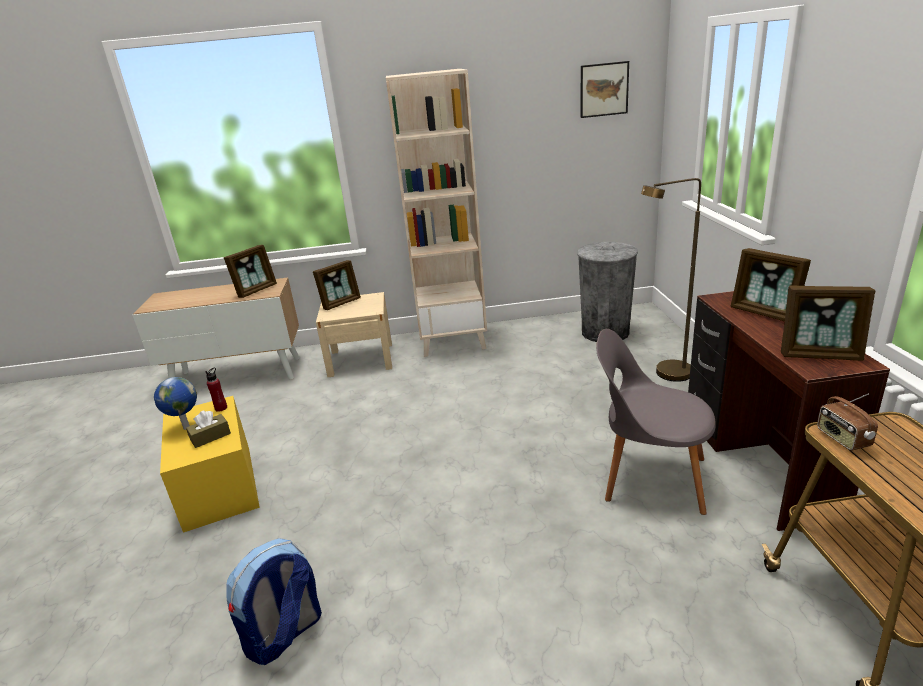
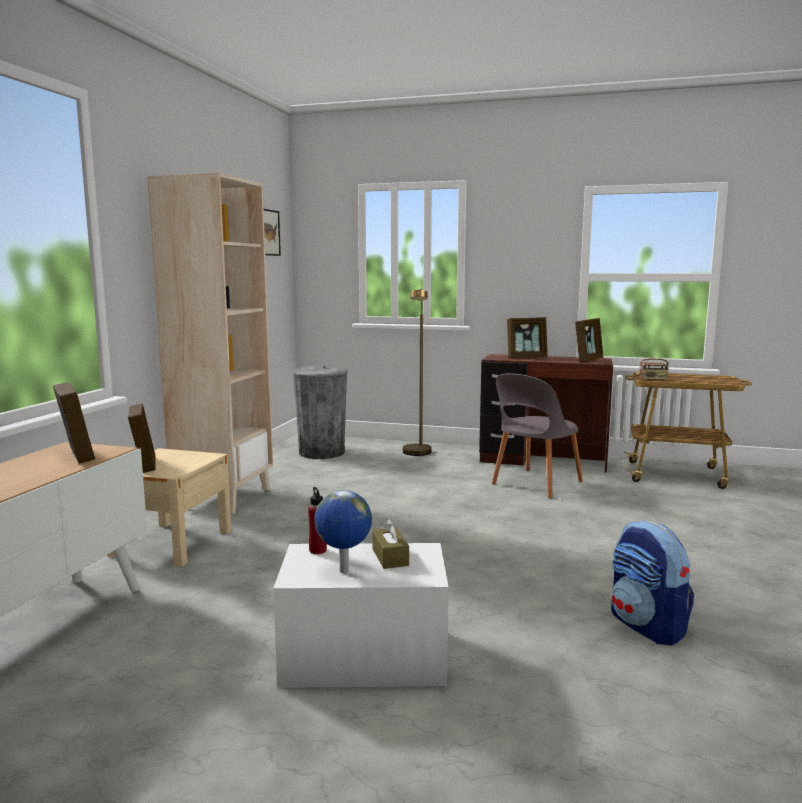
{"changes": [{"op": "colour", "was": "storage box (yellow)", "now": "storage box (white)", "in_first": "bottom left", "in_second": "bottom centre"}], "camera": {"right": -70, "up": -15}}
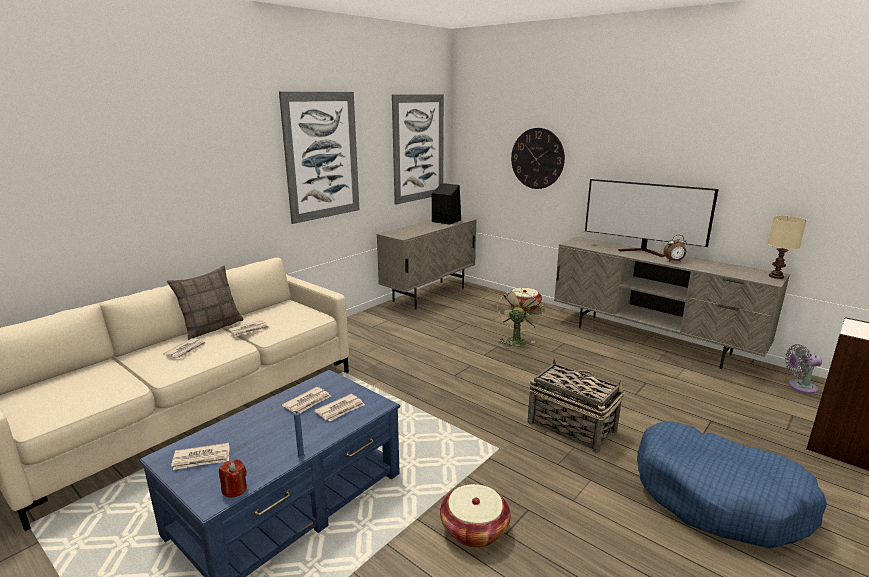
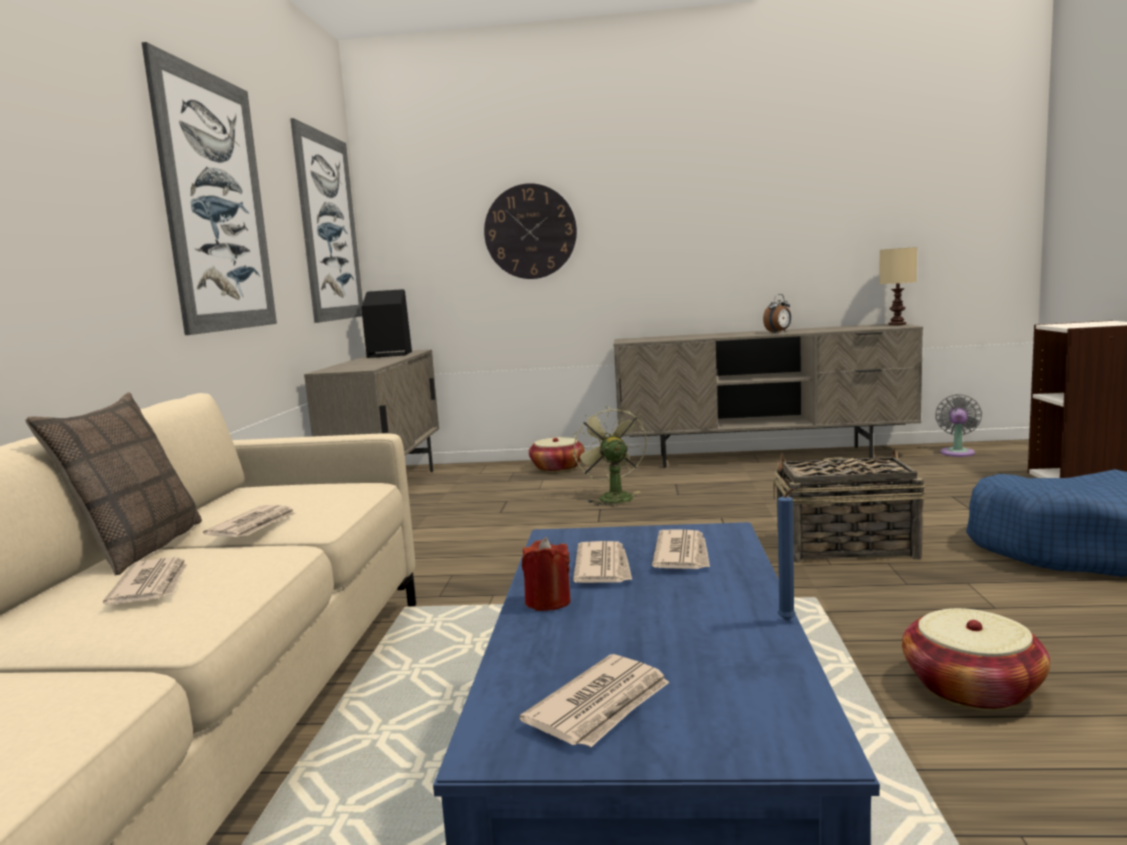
{"changes": [{"op": "relocated", "was": "candle (red)", "in_first": "bottom left", "in_second": "bottom centre"}, {"op": "spun", "was": "fan (grey)", "in_first": "middle right", "in_second": "middle right", "clockwise": 150}, {"op": "missing", "was": "television", "in_first": "middle right"}], "camera": {"right": -35, "up": -10}}
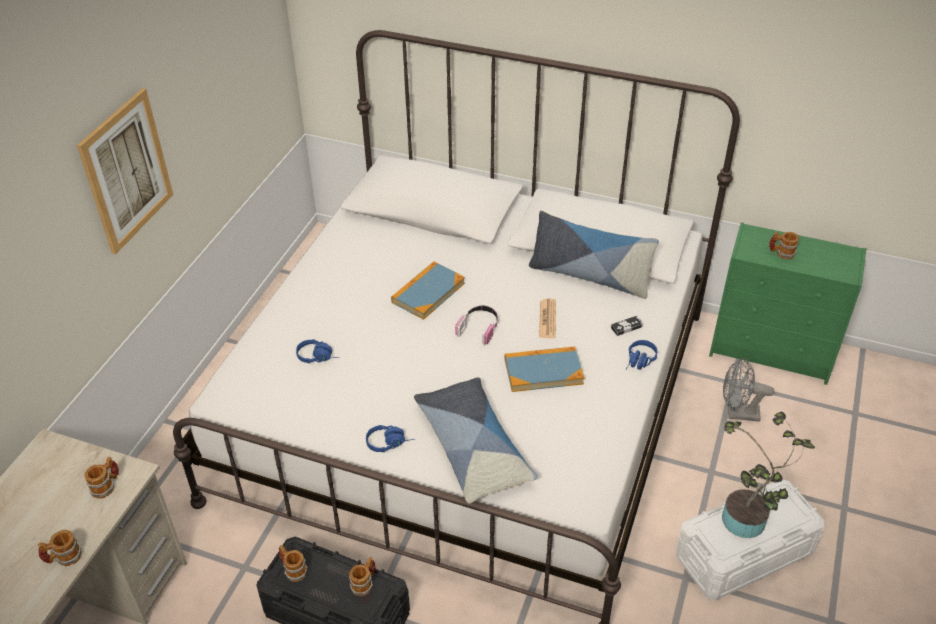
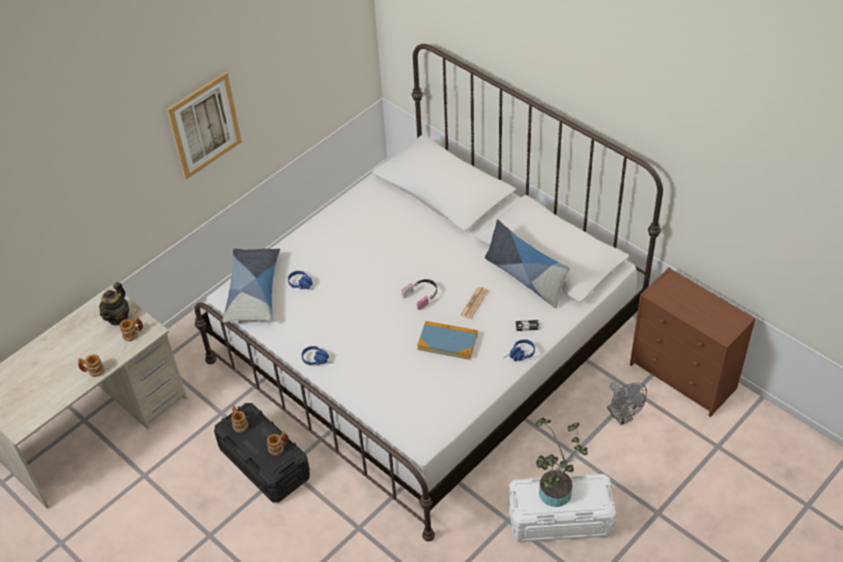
{"changes": [{"op": "appeared", "now": "teapot", "in_second": "middle left"}, {"op": "relocated", "was": "pillow (no. 1 from left)", "in_first": "bottom centre", "in_second": "middle left"}, {"op": "spun", "was": "fan (grey)", "in_first": "middle right", "in_second": "bottom right", "clockwise": -150}, {"op": "colour", "was": "dresser (green)", "now": "dresser (brown)", "in_first": "middle right", "in_second": "middle right"}, {"op": "missing", "was": "book (no. 1 from left)", "in_first": "centre"}, {"op": "missing", "was": "mug (no. 5 from left)", "in_first": "middle right"}], "camera": {"right": 25, "up": 5}}
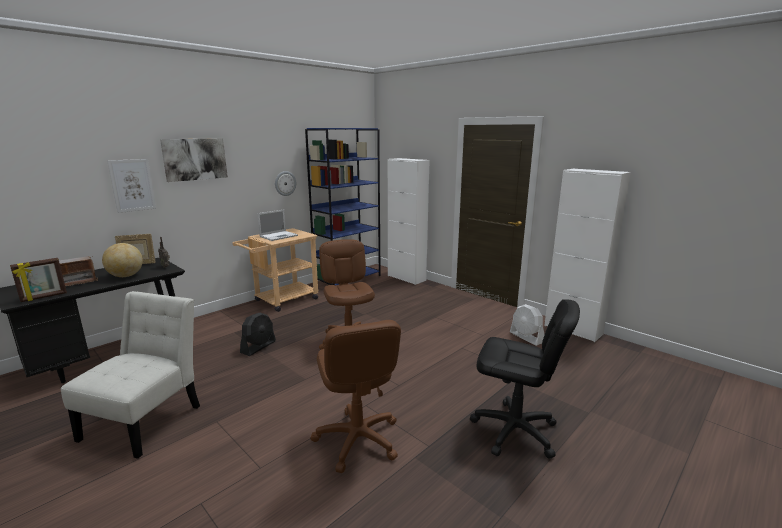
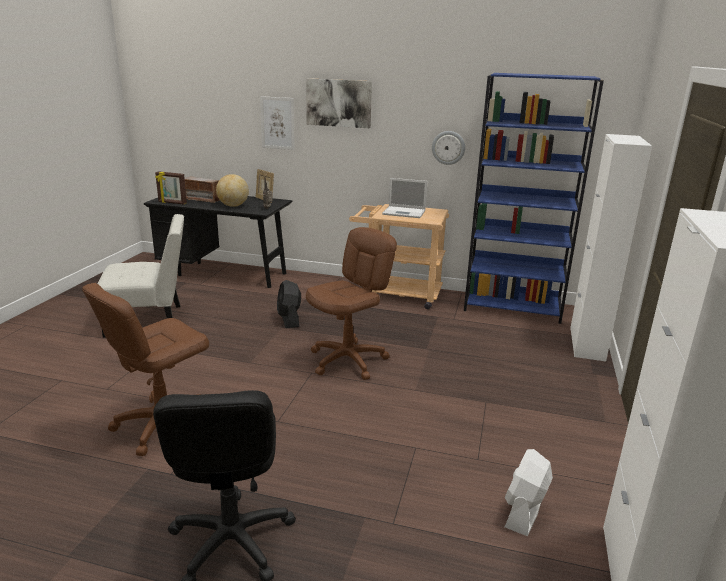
{"changes": [{"op": "spun", "was": "fan (black)", "in_first": "middle left", "in_second": "centre", "clockwise": 75}], "camera": {"right": 60, "up": 5}}
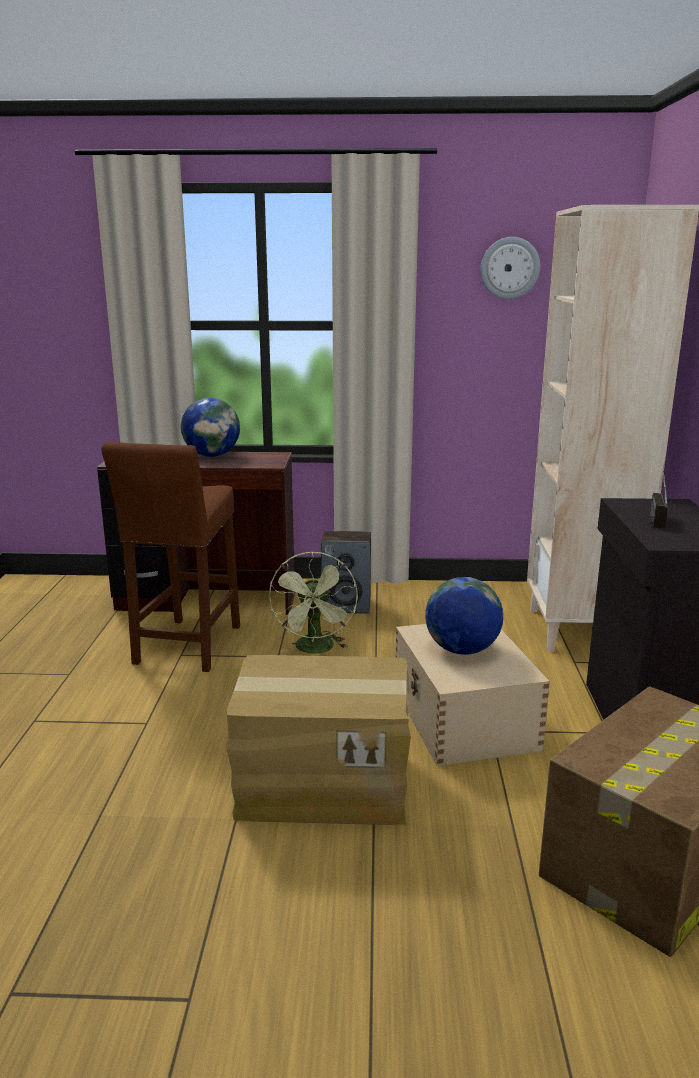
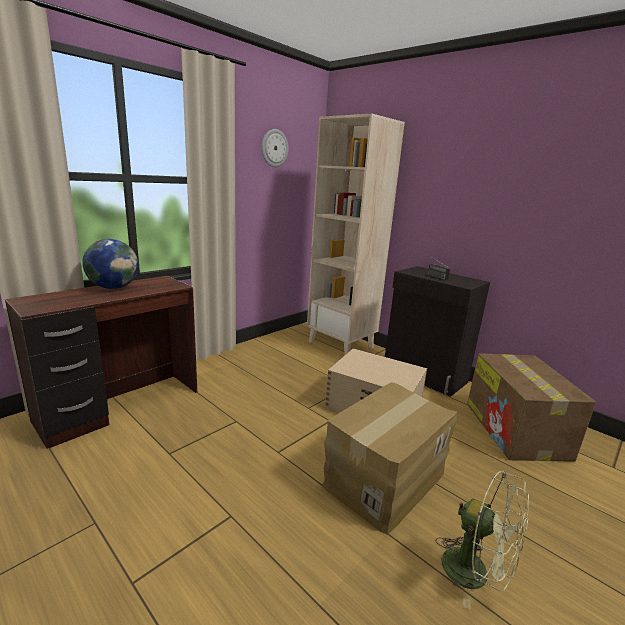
{"changes": [{"op": "relocated", "was": "fan (green)", "in_first": "centre", "in_second": "bottom right"}, {"op": "missing", "was": "stool (brown)", "in_first": "middle left"}, {"op": "missing", "was": "speaker", "in_first": "centre"}, {"op": "missing", "was": "globe (no. 2 from left)", "in_first": "centre"}], "camera": {"right": -50, "up": 0}}
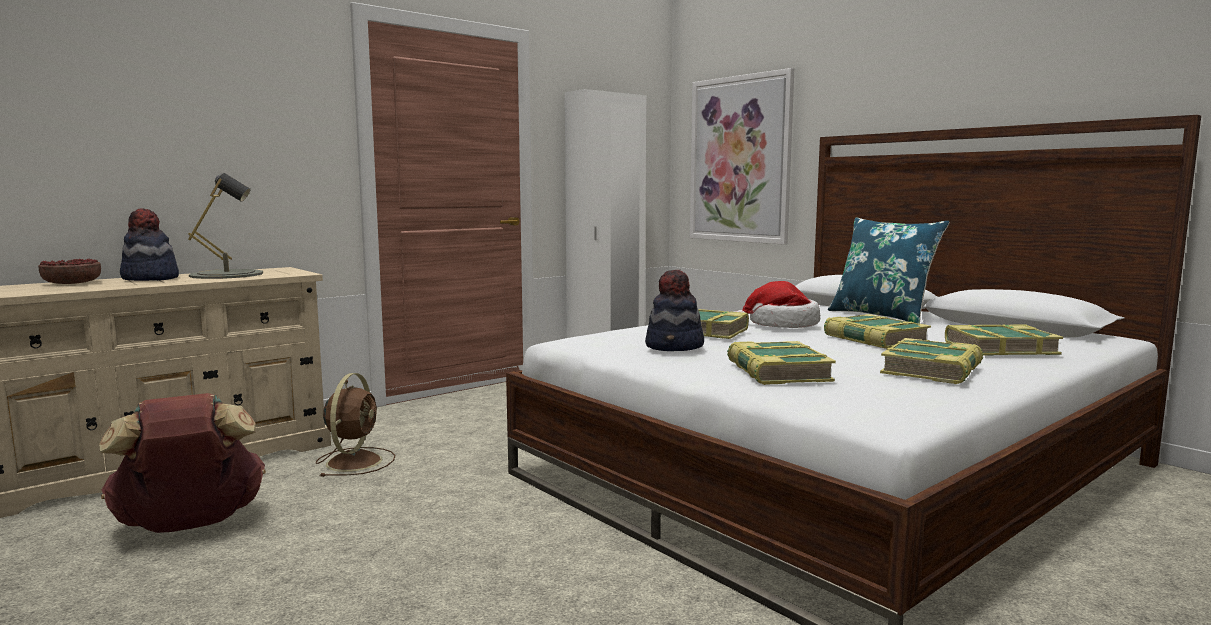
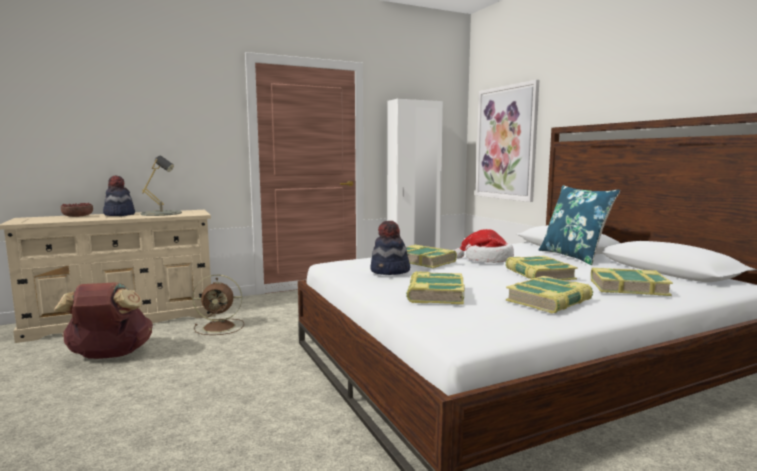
{"changes": [{"op": "spun", "was": "fan (brown)", "in_first": "bottom left", "in_second": "middle left", "clockwise": 60}], "camera": {"right": 15, "up": 0}}
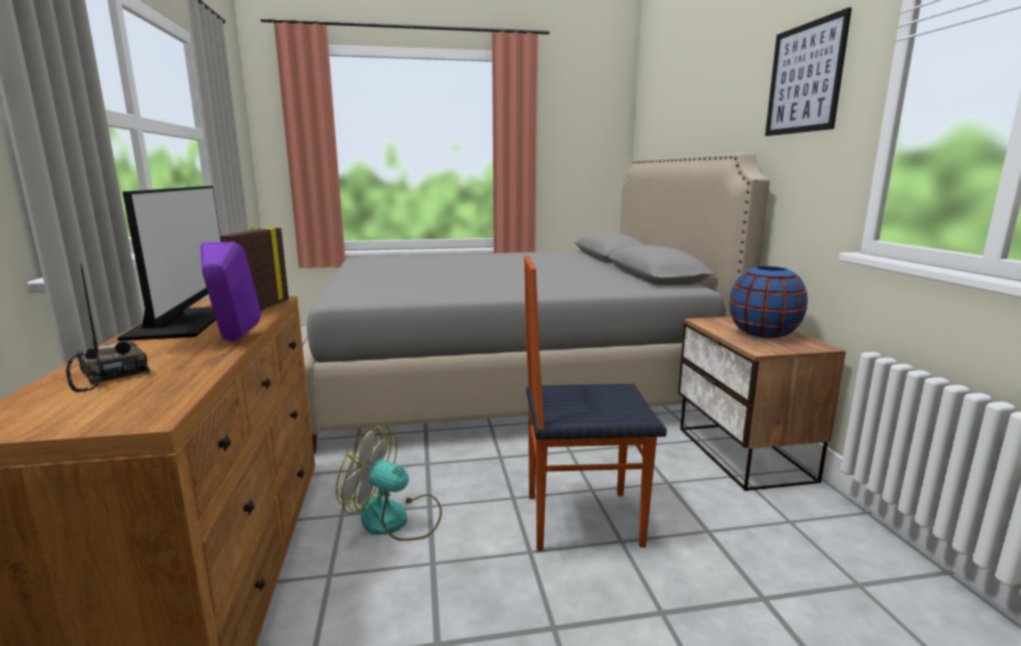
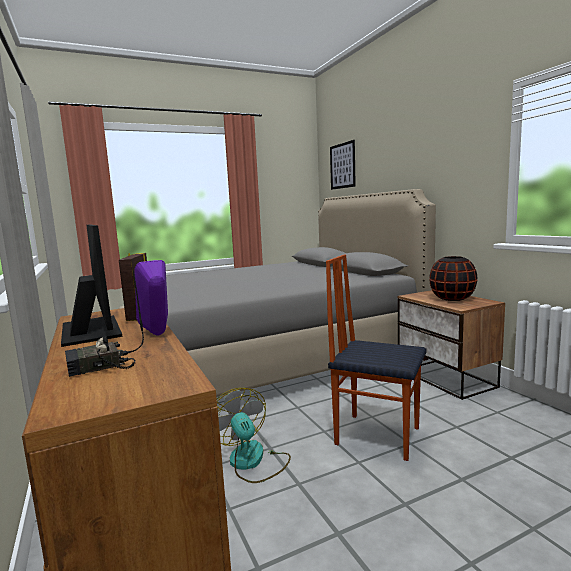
{"changes": [{"op": "spun", "was": "radio", "in_first": "middle left", "in_second": "middle left", "clockwise": -60}, {"op": "spun", "was": "fan", "in_first": "bottom centre", "in_second": "bottom centre", "clockwise": 60}, {"op": "spun", "was": "chair", "in_first": "centre", "in_second": "centre", "clockwise": 45}, {"op": "relocated", "was": "picture", "in_first": "top right", "in_second": "top centre"}, {"op": "colour", "was": "vase (blue)", "now": "vase (black)", "in_first": "middle right", "in_second": "middle right"}], "camera": {"right": -15, "up": -5}}
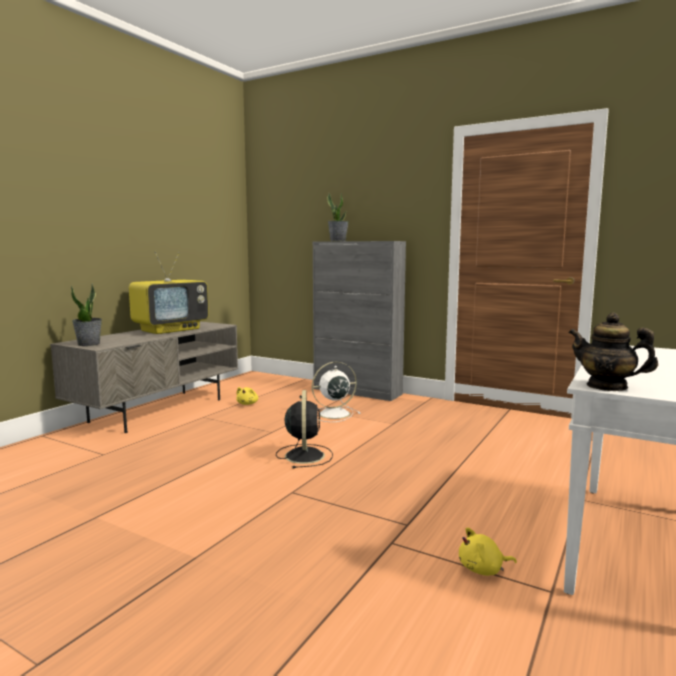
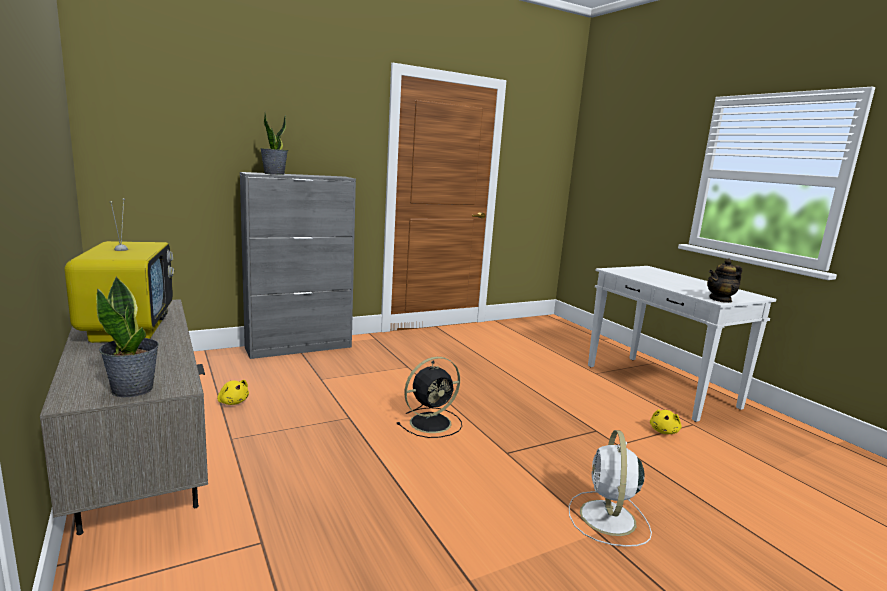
{"changes": [{"op": "spun", "was": "fan (black)", "in_first": "centre", "in_second": "bottom centre", "clockwise": 120}, {"op": "relocated", "was": "fan (white)", "in_first": "centre", "in_second": "bottom right"}], "camera": {"right": -60, "up": 5}}
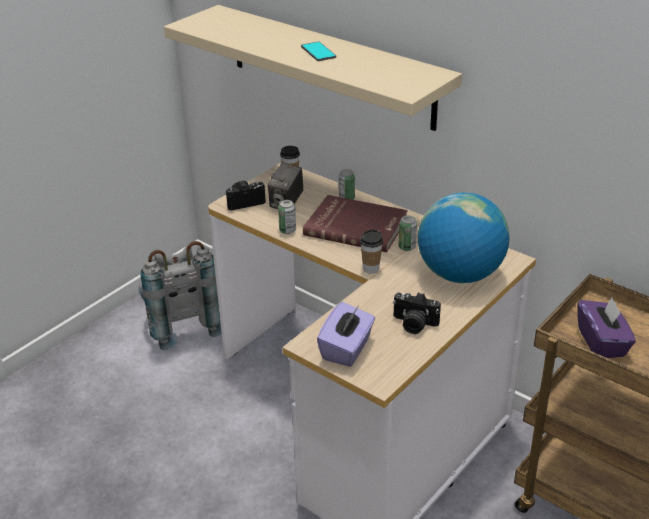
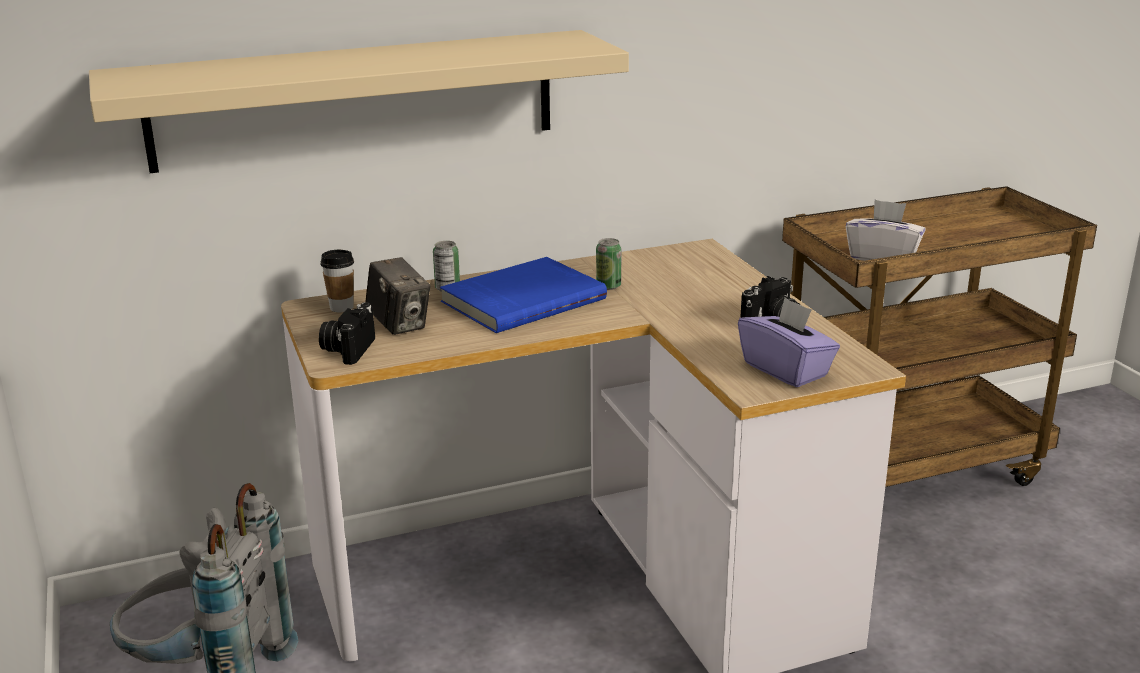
{"changes": [{"op": "colour", "was": "book (red)", "now": "book (blue)", "in_first": "centre", "in_second": "centre"}, {"op": "colour", "was": "tissue box (purple) (no. 2 from left)", "now": "tissue box (white)", "in_first": "middle right", "in_second": "middle right"}, {"op": "missing", "was": "can (no. 1 from left)", "in_first": "centre"}, {"op": "missing", "was": "phone", "in_first": "top centre"}, {"op": "missing", "was": "cup (no. 2 from left)", "in_first": "centre"}, {"op": "missing", "was": "globe", "in_first": "middle right"}], "camera": {"right": -60, "up": -10}}
